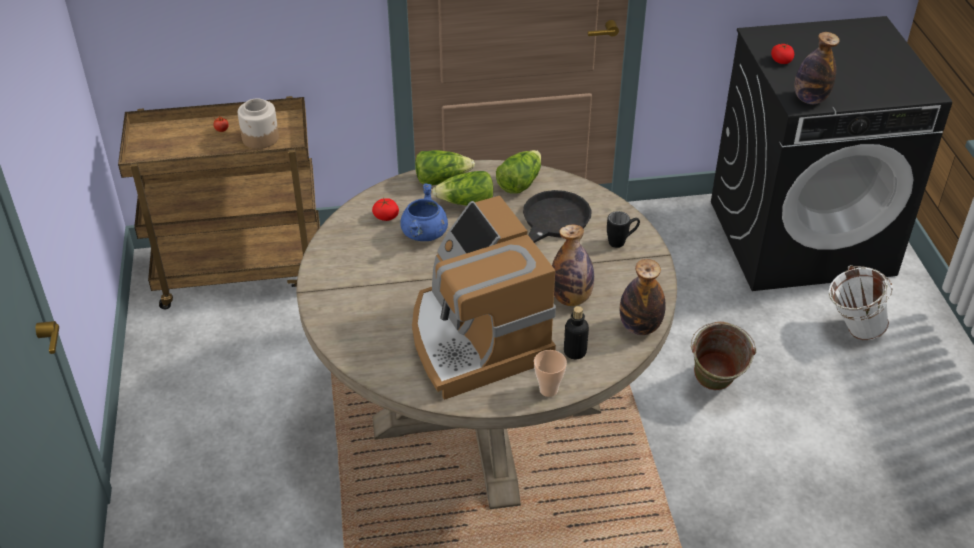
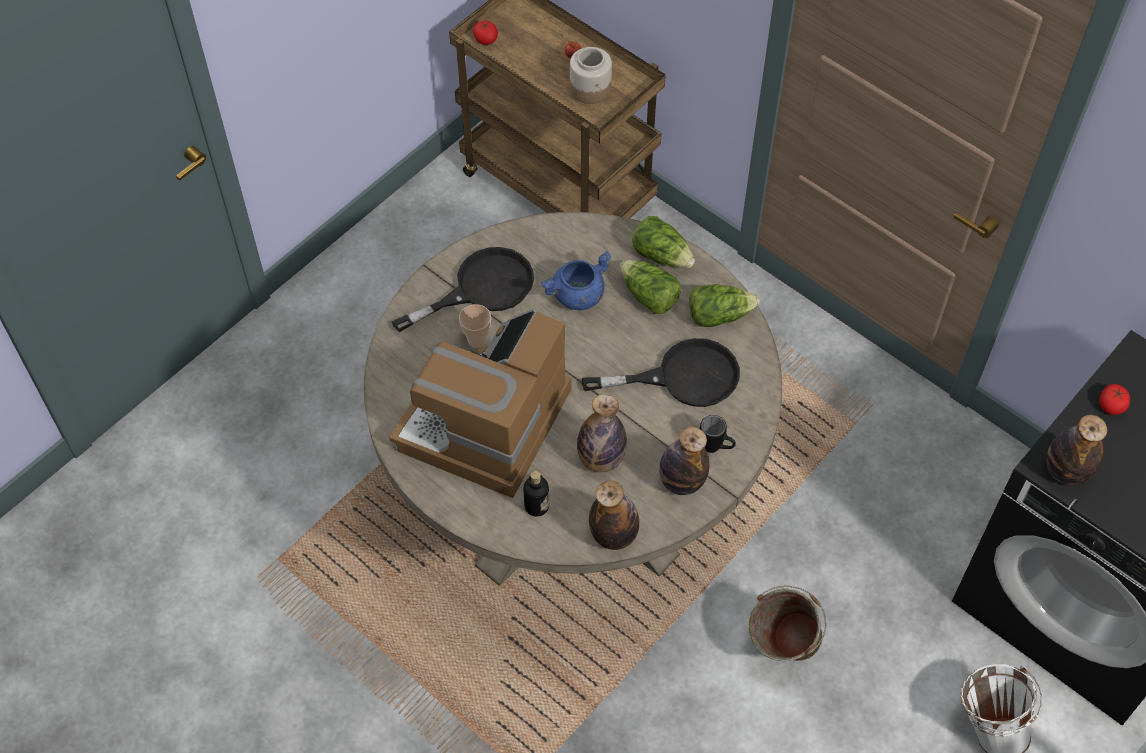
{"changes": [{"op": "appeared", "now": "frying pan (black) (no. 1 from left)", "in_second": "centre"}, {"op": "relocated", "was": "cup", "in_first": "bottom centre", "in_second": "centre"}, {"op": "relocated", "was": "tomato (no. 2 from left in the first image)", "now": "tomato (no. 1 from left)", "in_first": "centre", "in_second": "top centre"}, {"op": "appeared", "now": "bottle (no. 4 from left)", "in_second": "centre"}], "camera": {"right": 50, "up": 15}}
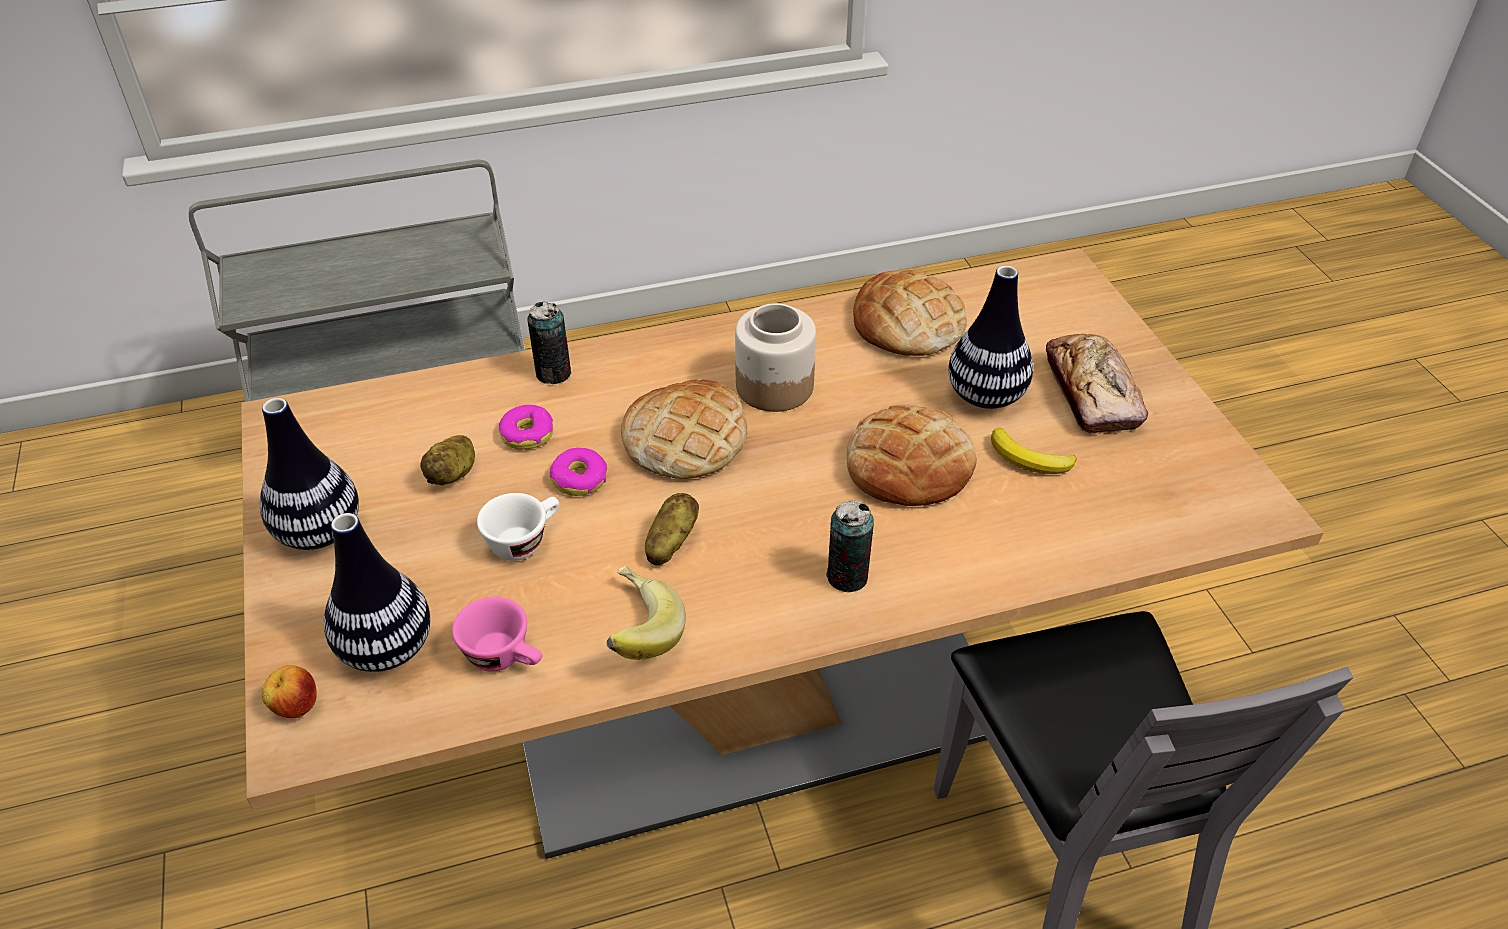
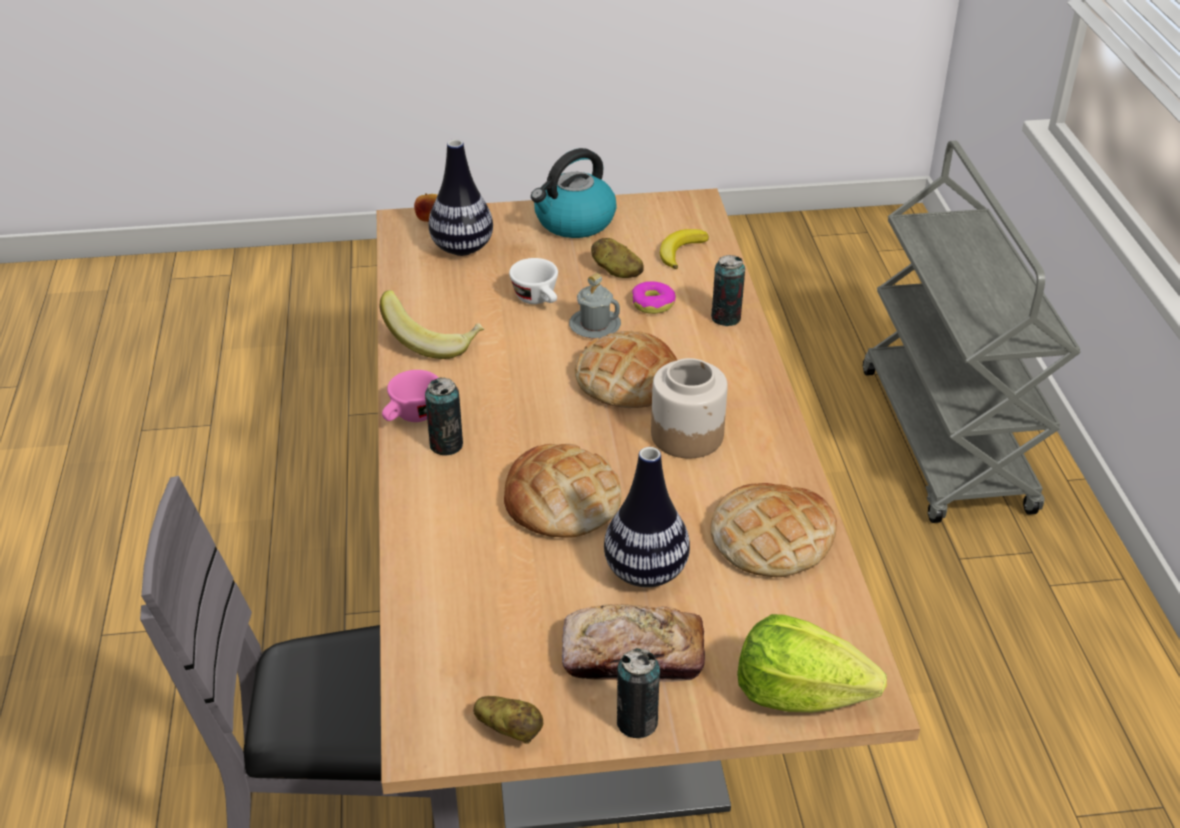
{"changes": [{"op": "relocated", "was": "cup (pink)", "in_first": "bottom left", "in_second": "centre"}, {"op": "relocated", "was": "potato (no. 2 from left in the first image)", "now": "potato (no. 1 from left)", "in_first": "centre", "in_second": "bottom centre"}, {"op": "exchanged", "was": "vase (no. 1 from left)", "now": "kettle", "in_first": "middle left", "in_second": "top centre"}, {"op": "exchanged", "was": "donut (no. 2 from left)", "now": "mug (grey)", "in_first": "centre", "in_second": "centre"}, {"op": "appeared", "now": "can (no. 2 from left)", "in_second": "bottom centre"}, {"op": "relocated", "was": "banana (no. 2 from left)", "in_first": "middle right", "in_second": "top centre"}, {"op": "appeared", "now": "lettuce", "in_second": "bottom right"}], "camera": {"right": 100, "up": -5}}
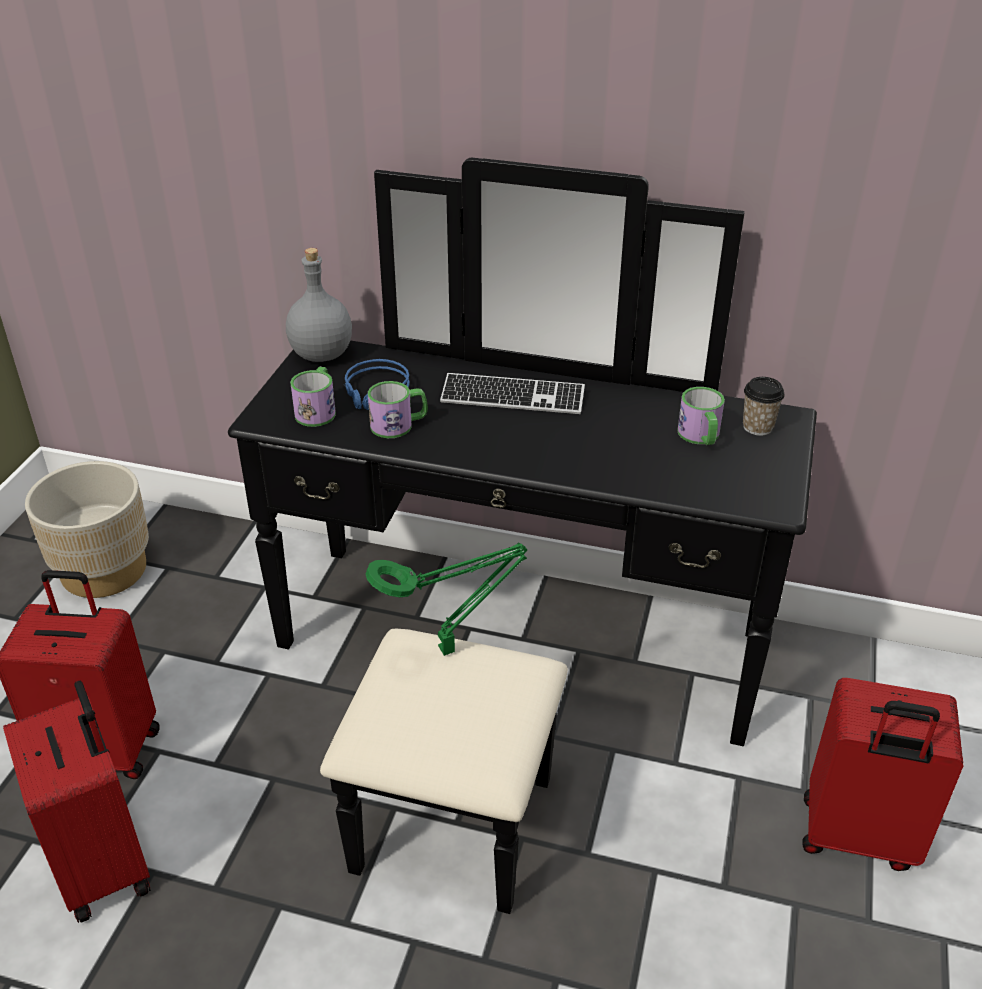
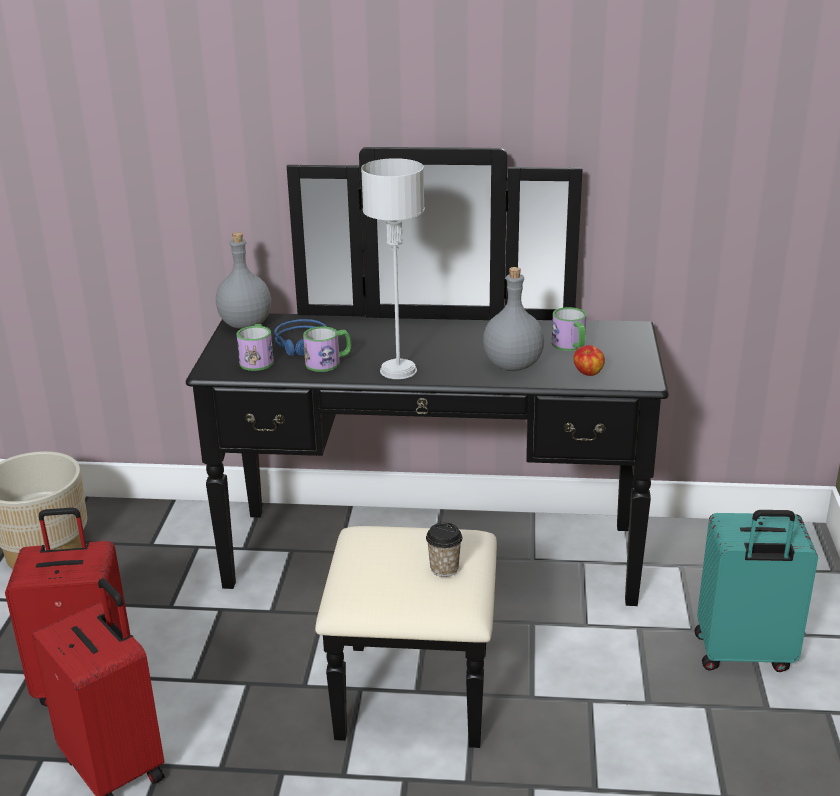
{"changes": [{"op": "appeared", "now": "table lamp (grey)", "in_second": "centre"}, {"op": "relocated", "was": "cup", "in_first": "middle right", "in_second": "bottom centre"}, {"op": "appeared", "now": "bottle (grey) (no. 2 from left)", "in_second": "centre"}, {"op": "appeared", "now": "apple", "in_second": "middle right"}, {"op": "colour", "was": "suitcase (red) (no. 3 from left)", "now": "suitcase (turquoise)", "in_first": "bottom right", "in_second": "bottom right"}, {"op": "missing", "was": "table lamp (green)", "in_first": "centre"}, {"op": "missing", "was": "keyboard", "in_first": "centre"}], "camera": {"right": -10, "up": -10}}
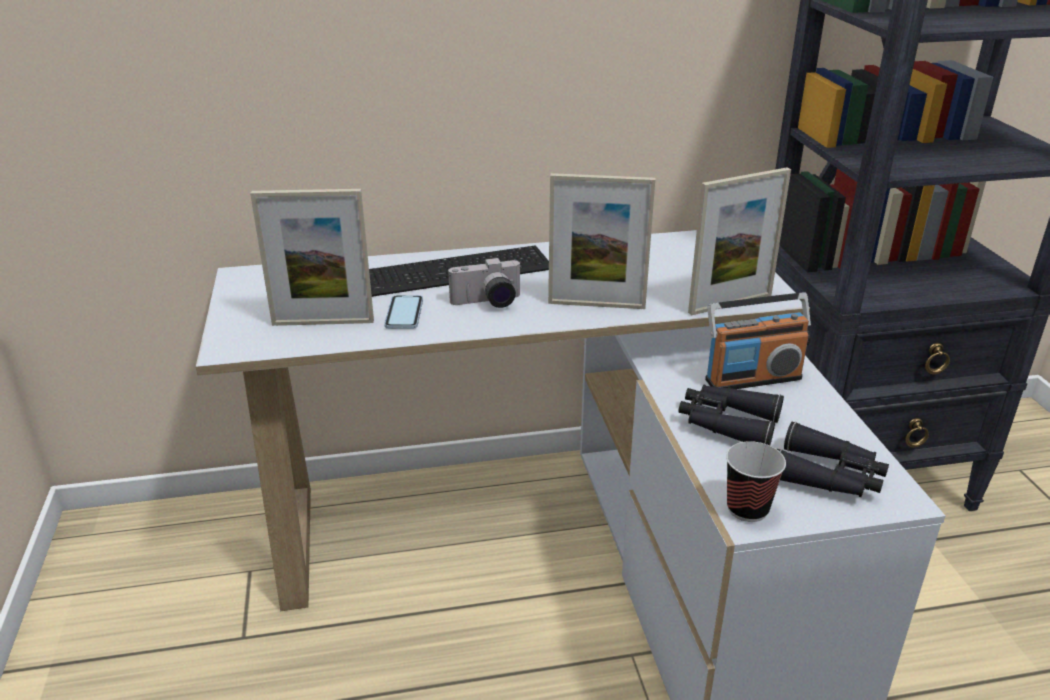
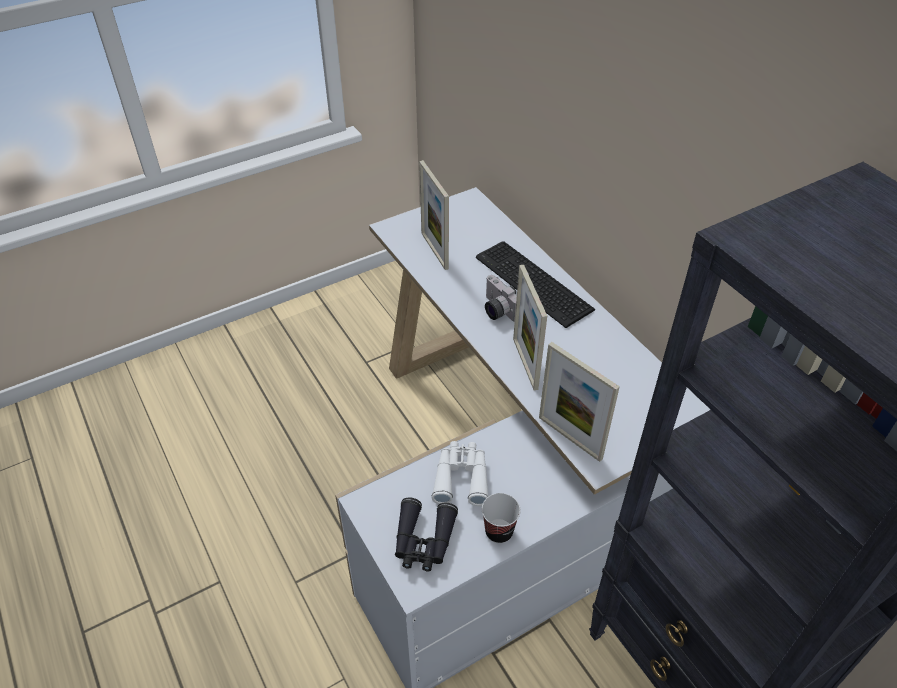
{"changes": [{"op": "colour", "was": "binoculars (black) (no. 1 from left)", "now": "binoculars (white)", "in_first": "middle right", "in_second": "bottom centre"}, {"op": "relocated", "was": "cup", "in_first": "bottom right", "in_second": "bottom centre"}, {"op": "missing", "was": "phone", "in_first": "centre"}, {"op": "missing", "was": "radio", "in_first": "middle right"}], "camera": {"right": 70, "up": 15}}
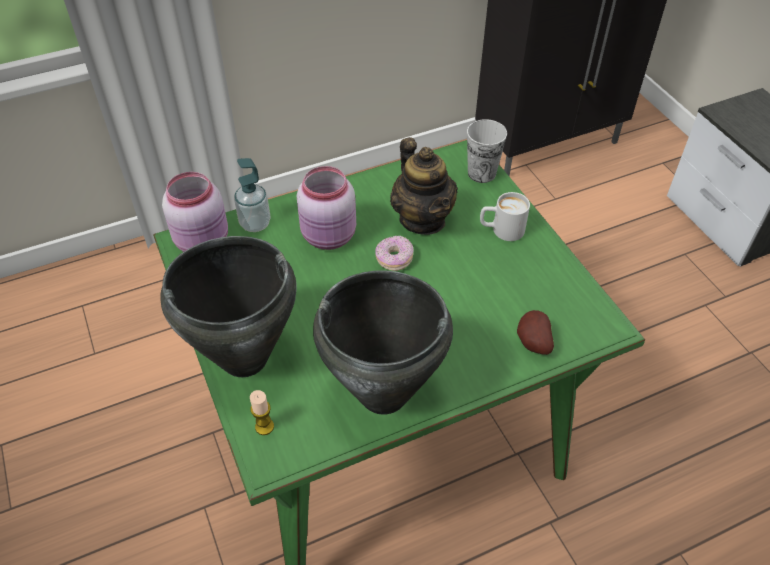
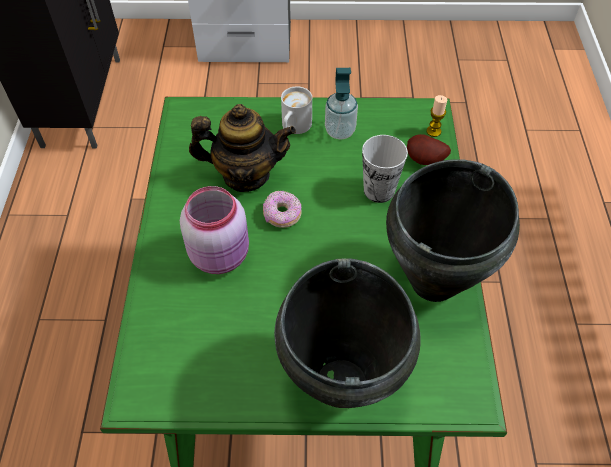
{"changes": [{"op": "relocated", "was": "soap dispenser", "in_first": "middle left", "in_second": "top centre"}, {"op": "relocated", "was": "cup", "in_first": "top centre", "in_second": "centre"}, {"op": "relocated", "was": "candle", "in_first": "bottom centre", "in_second": "top right"}, {"op": "missing", "was": "jar (pink) (no. 1 from left)", "in_first": "middle left"}], "camera": {"right": -65, "up": 5}}
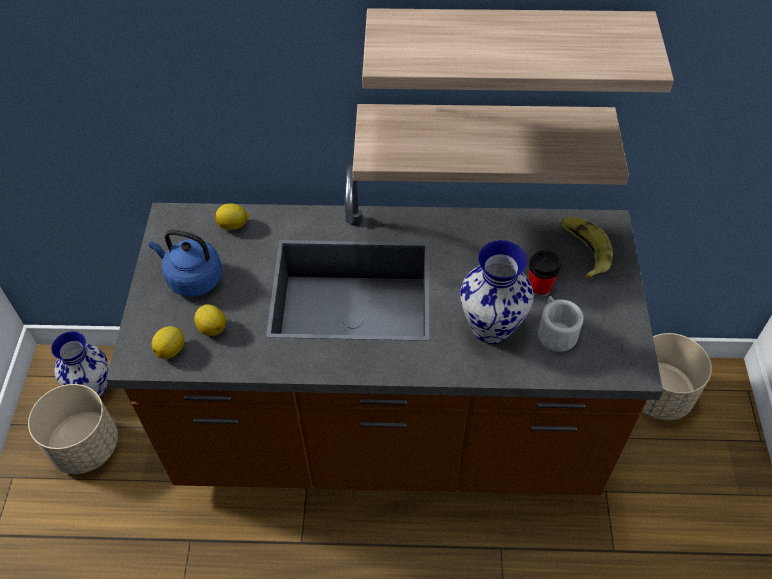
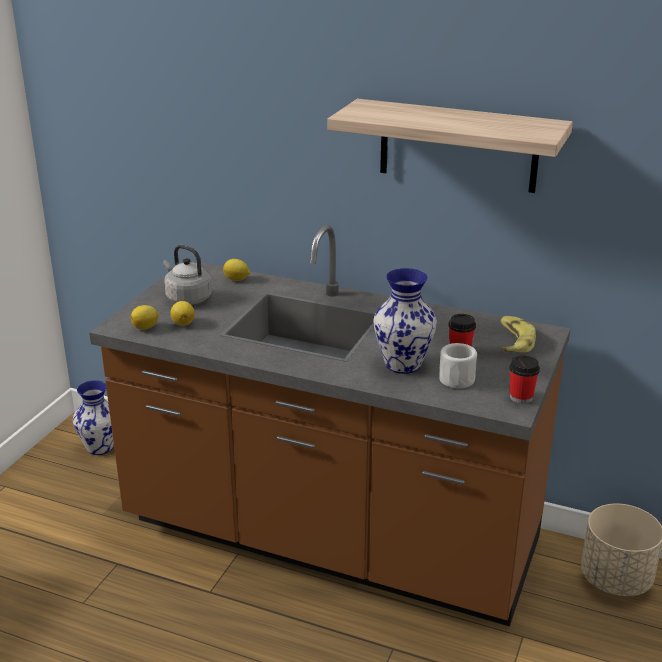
{"changes": [{"op": "colour", "was": "kettle (blue)", "now": "kettle (grey)", "in_first": "middle left", "in_second": "middle left"}, {"op": "appeared", "now": "cup (no. 2 from left)", "in_second": "middle right"}, {"op": "missing", "was": "planter (beige) (no. 1 from left)", "in_first": "bottom left"}, {"op": "missing", "was": "shelf (no. 1 from left)", "in_first": "top centre"}], "camera": {"right": 20, "up": -25}}
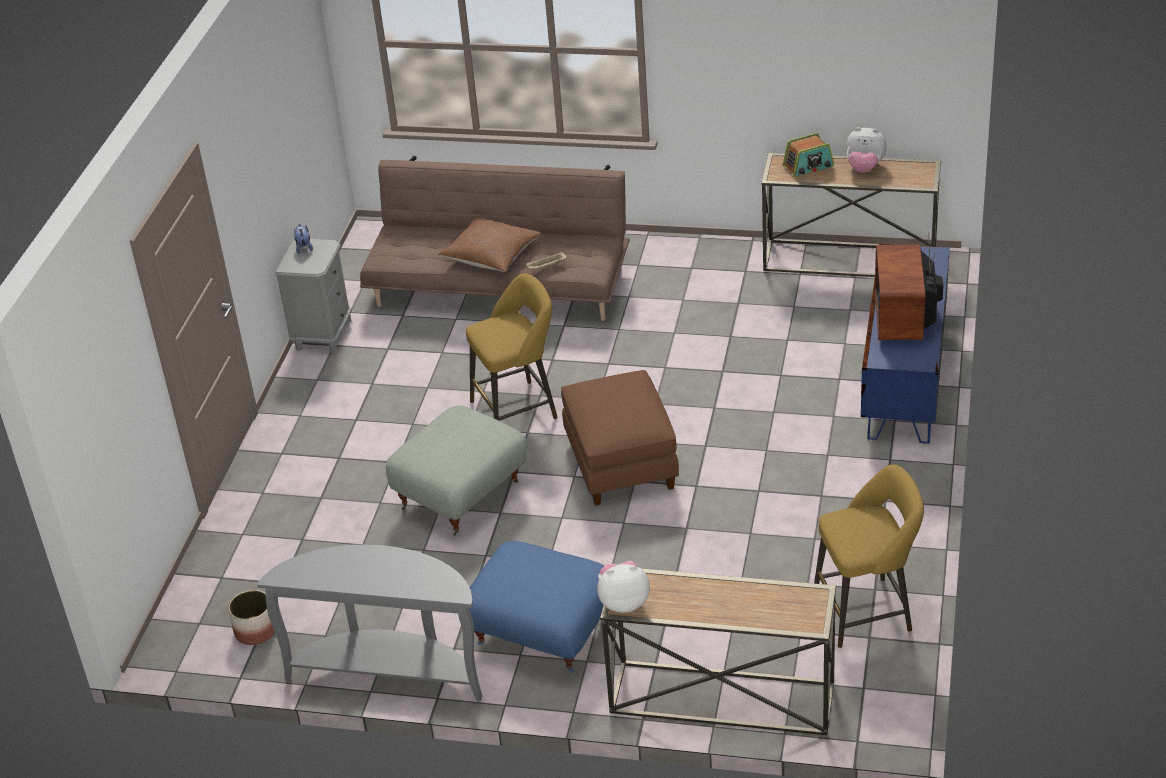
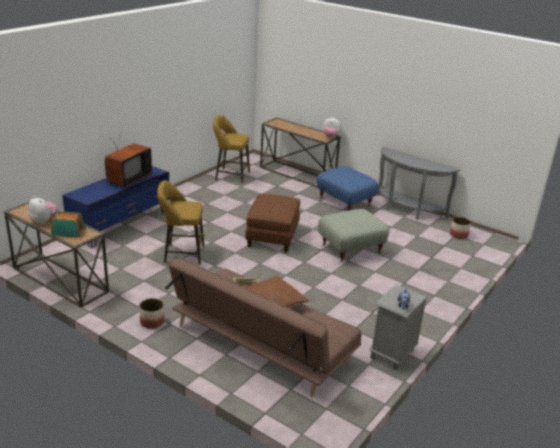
{"changes": [{"op": "appeared", "now": "planter (no. 1 from left)", "in_second": "bottom left"}, {"op": "relocated", "was": "stool (yellow) (no. 1 from left)", "in_first": "centre", "in_second": "middle left"}], "camera": {"right": -160, "up": -10}}
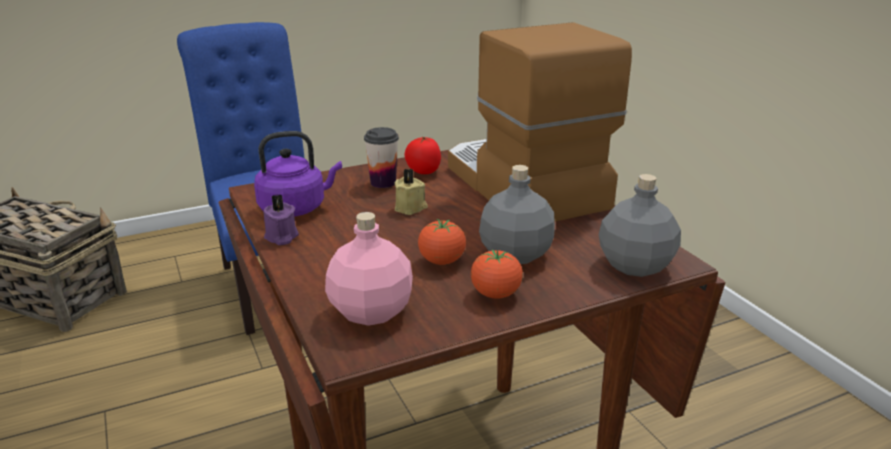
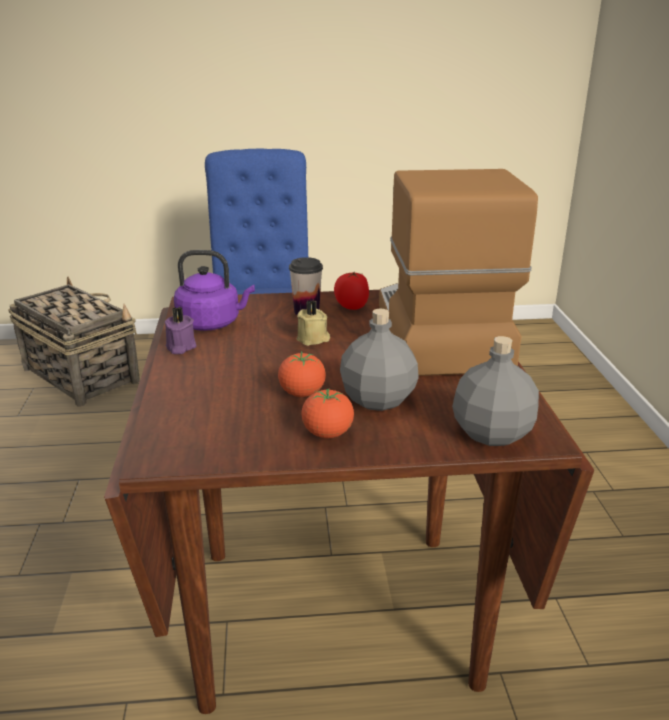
{"changes": [{"op": "missing", "was": "bottle (pink)", "in_first": "centre"}], "camera": {"right": 20, "up": 0}}
